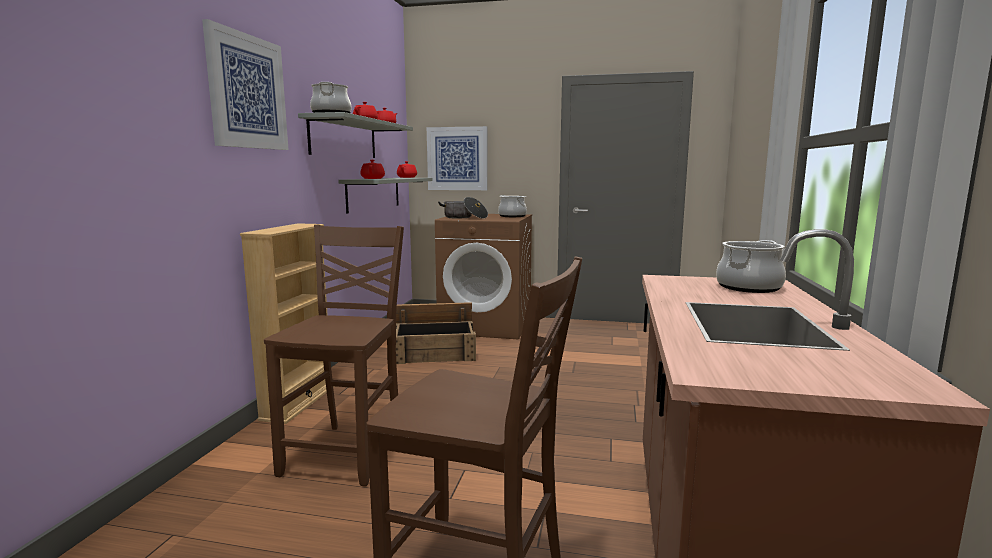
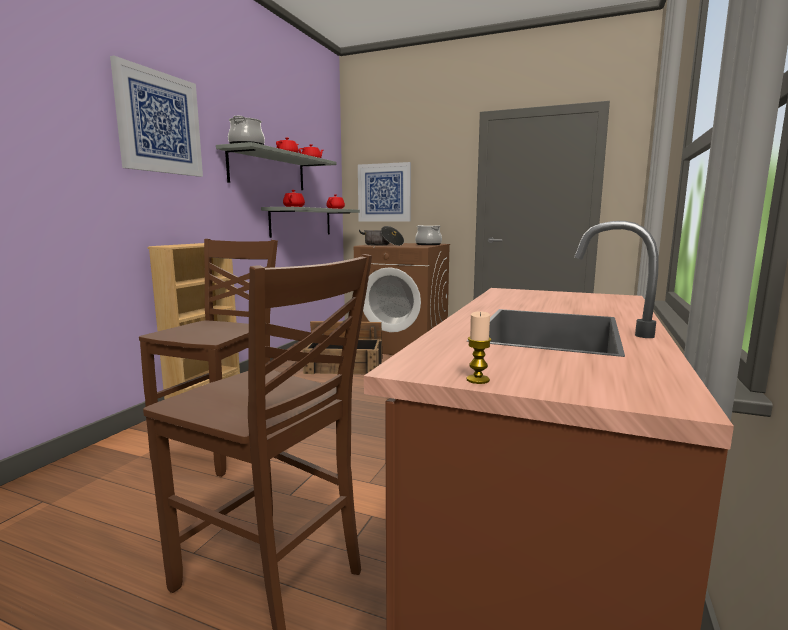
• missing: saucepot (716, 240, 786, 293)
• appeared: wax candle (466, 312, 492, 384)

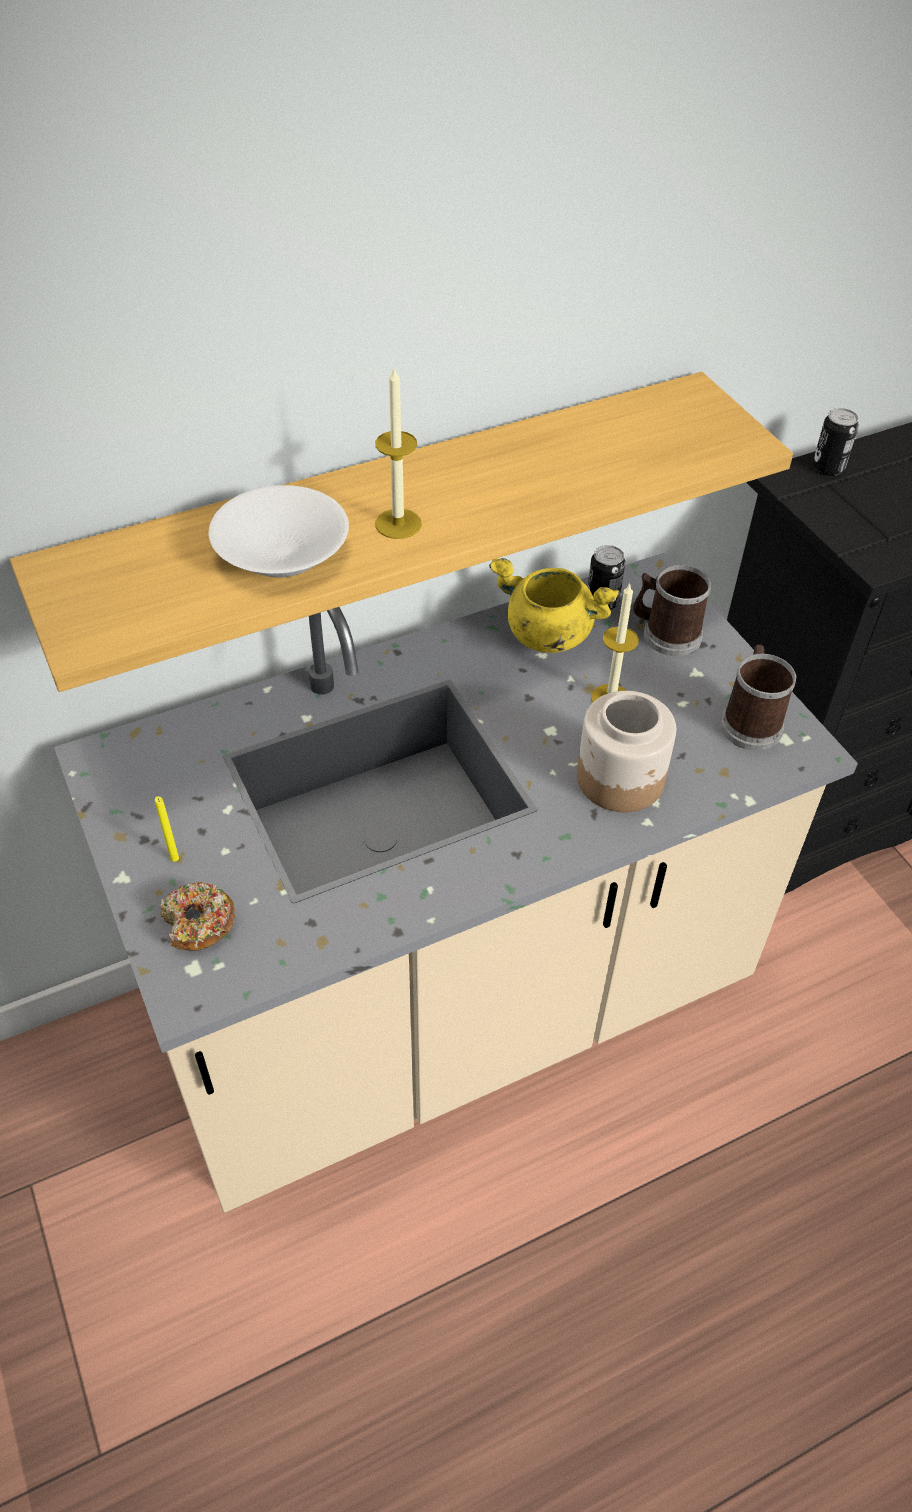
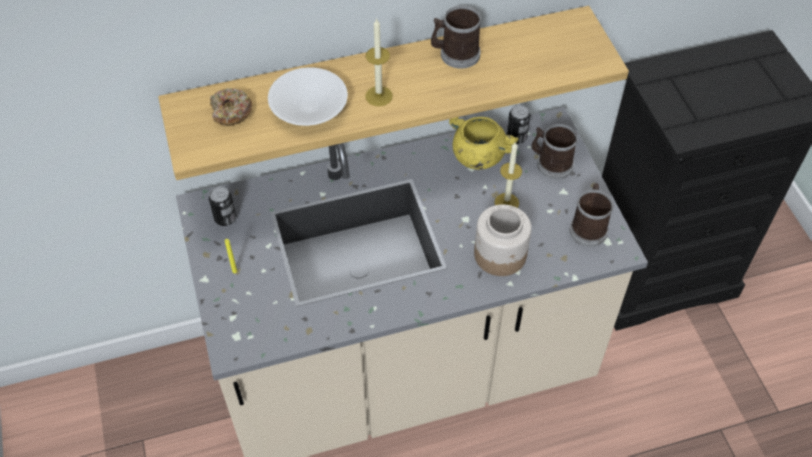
• relocated: donut (160, 882, 235, 951) to (210, 88, 252, 126)
• relocated: sealed can (813, 408, 859, 476) to (209, 186, 236, 226)
• appeared: tea mug (431, 5, 482, 69)

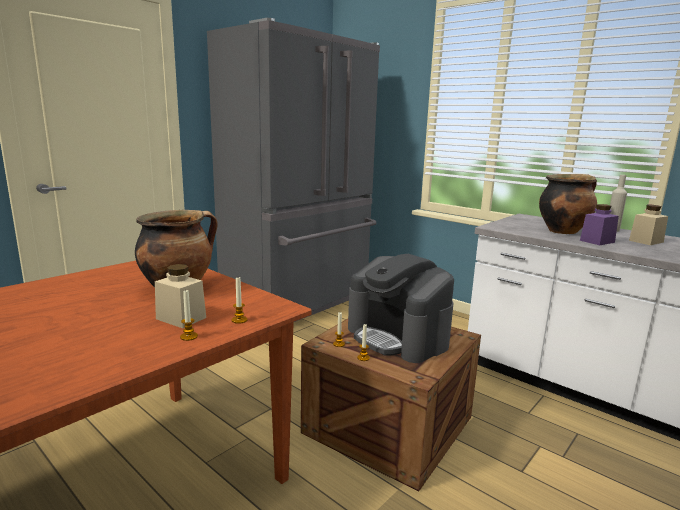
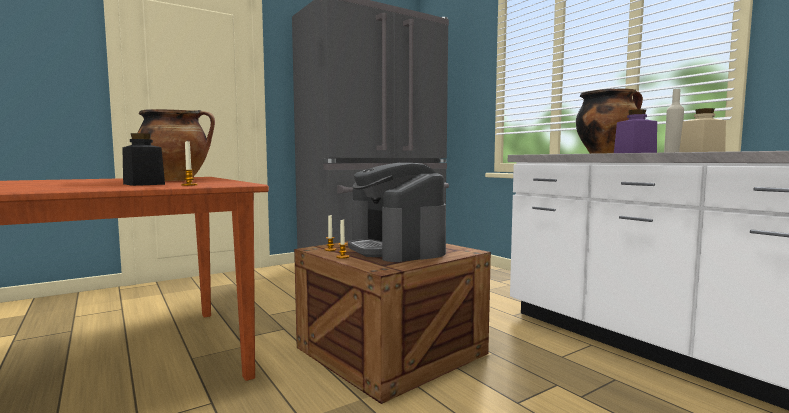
• colour: preserve jar in sand-coloured (155, 264, 206, 328) to preserve jar in blackish (122, 133, 165, 186)
• missing: wax candle (180, 290, 198, 341)

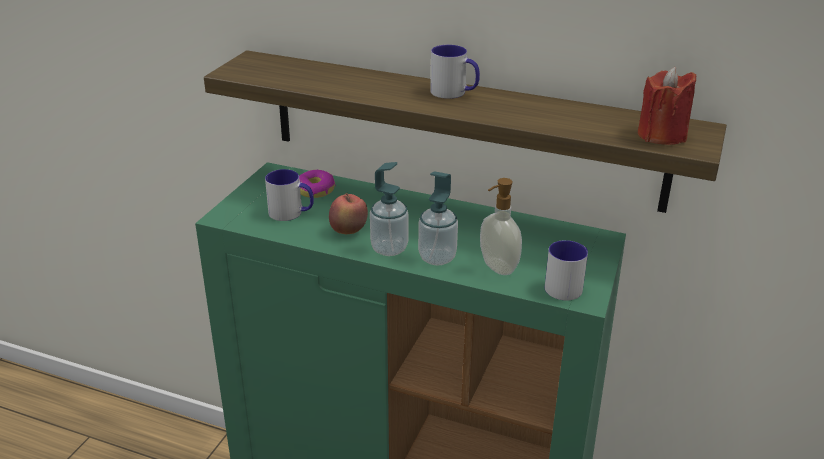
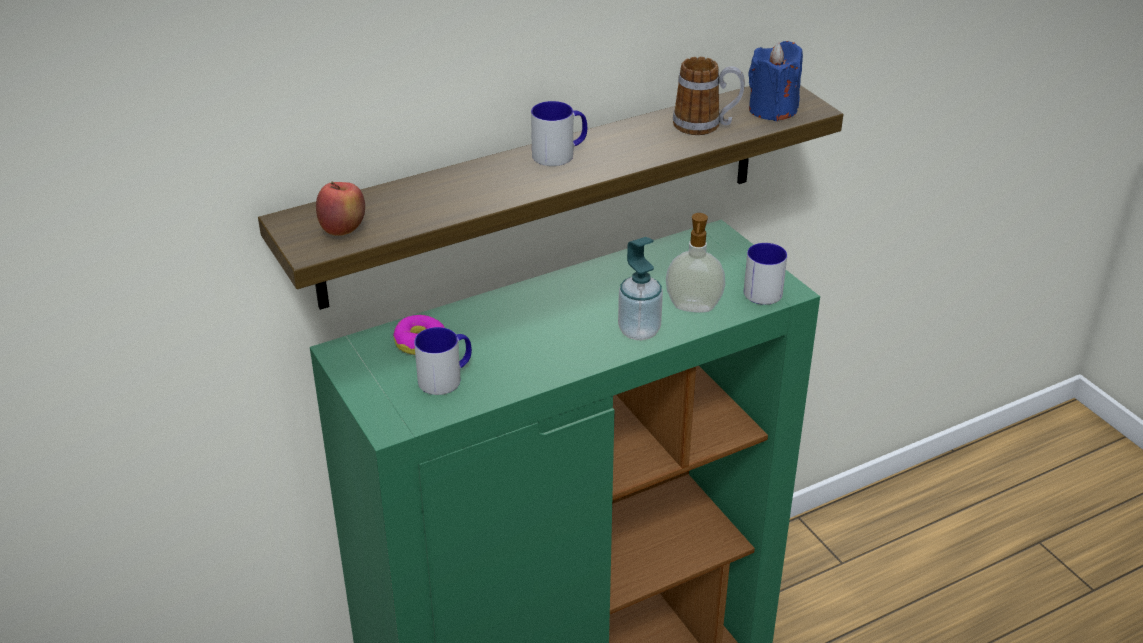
• relocated: whole apple (329, 193, 368, 234) to (316, 181, 365, 236)
• missing: soap bottle (370, 162, 409, 256)
• colour: wax candle in red (638, 67, 697, 145) to wax candle in blue (748, 41, 803, 121)
• appeared: tea mug (673, 57, 745, 135)

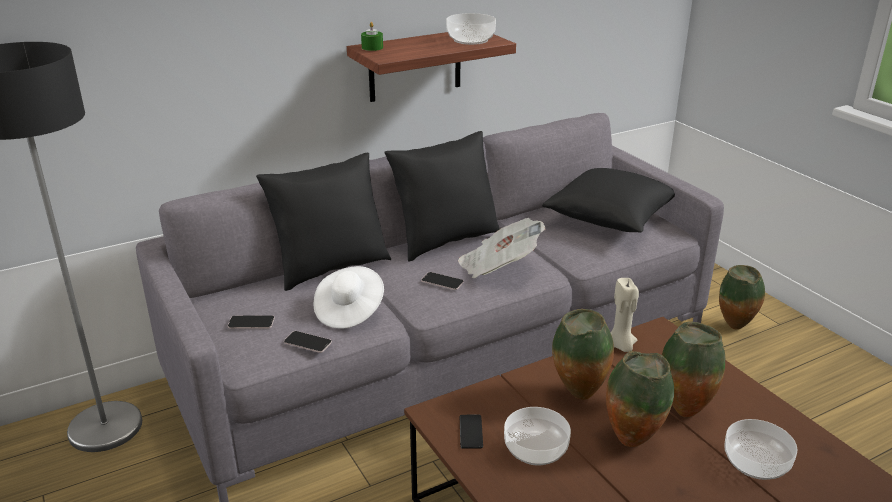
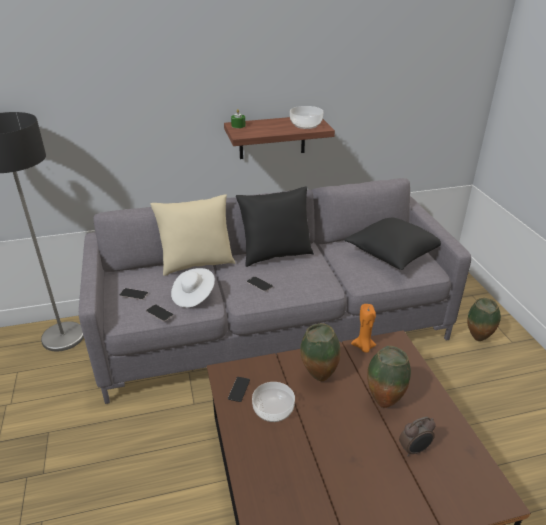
• colour: cushion in blackish (256, 153, 391, 291) to cushion in sand-coloured (150, 194, 236, 276)
• missing: daily paper (458, 218, 545, 278)
• missing: flower vase (606, 351, 674, 447)
• colour: wax candle in sand-coloured (610, 278, 639, 352) to wax candle in orange-coloured (351, 304, 376, 353)
• exchanged: serving bowl (724, 419, 798, 480) to bedside clock (399, 417, 436, 456)

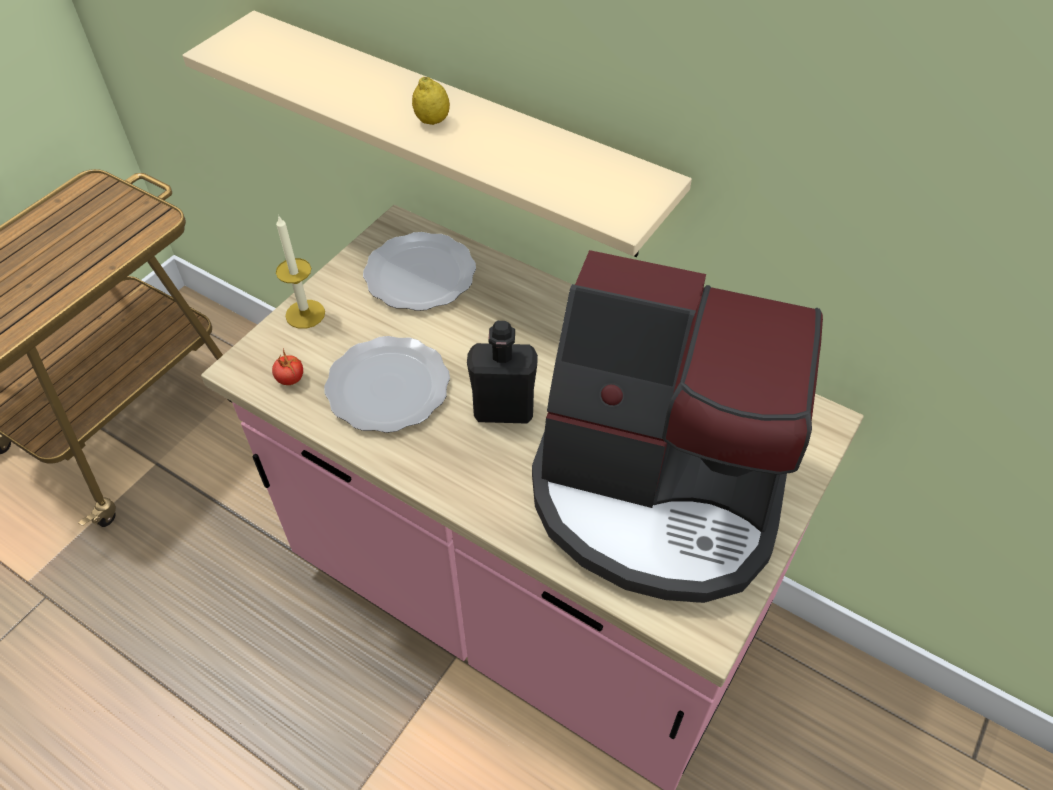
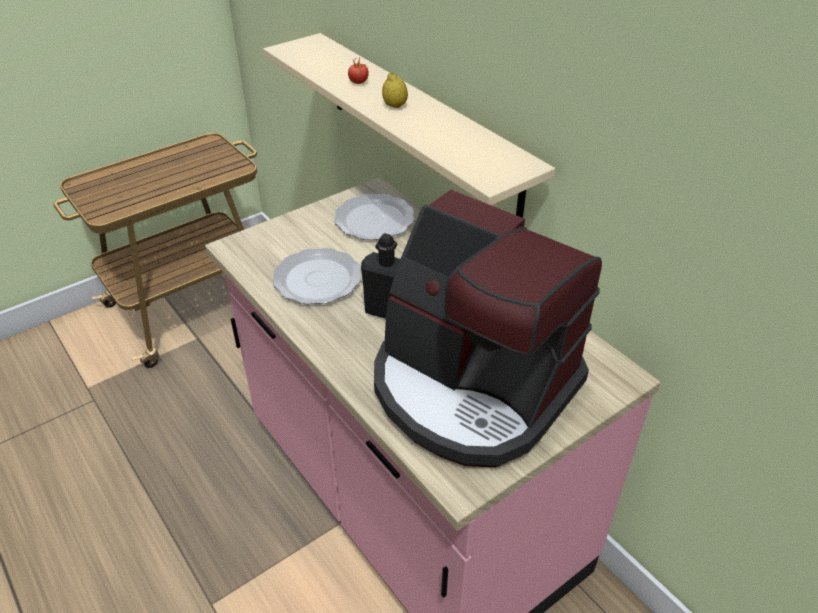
• relocated: fresh tomato (272, 349, 303, 385) to (348, 58, 369, 84)
• missing: wax candle (276, 215, 325, 329)

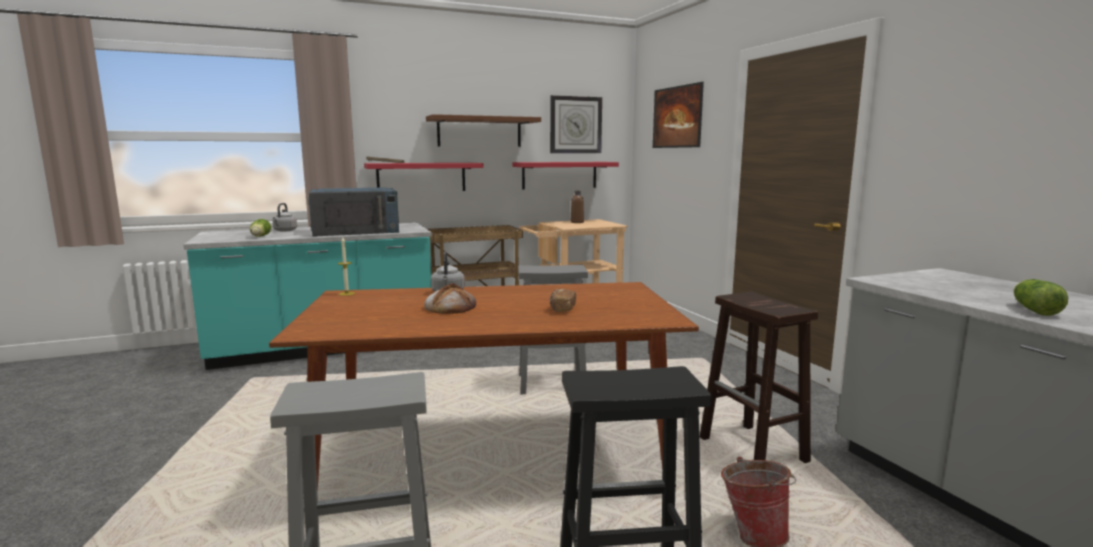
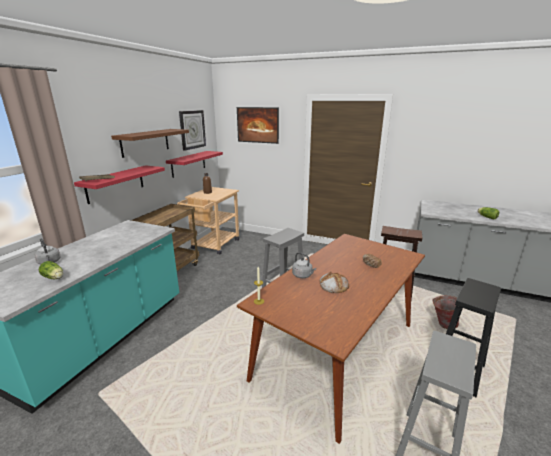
• missing: microwave in blue (309, 187, 399, 237)

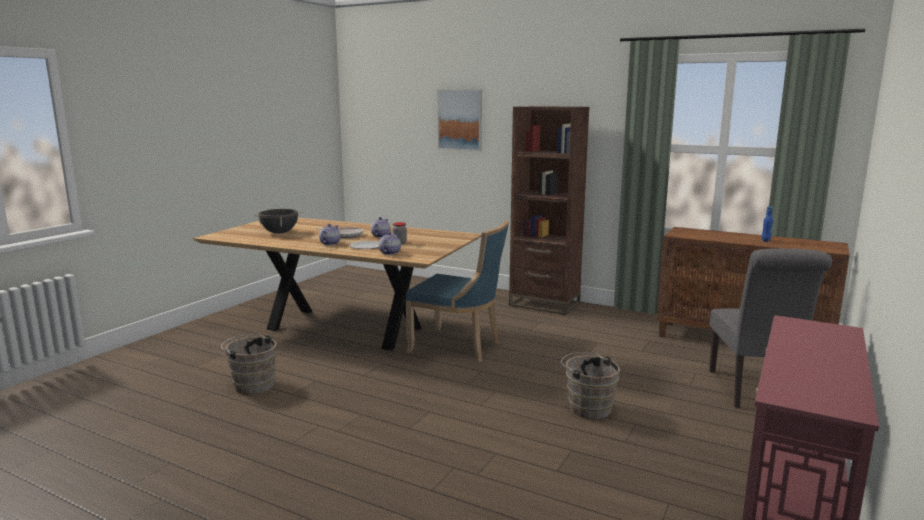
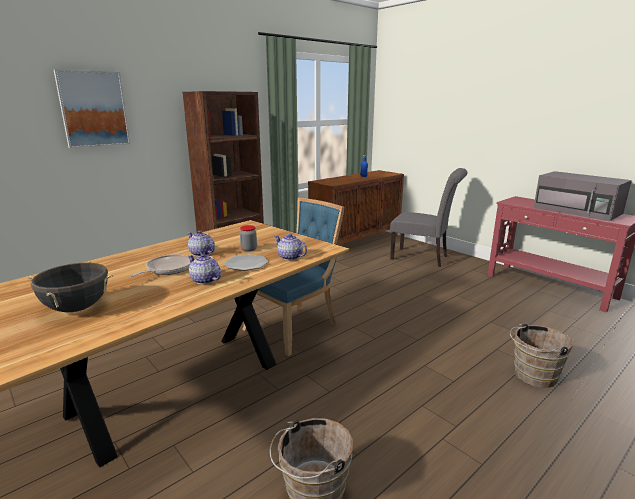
• relocated: pail in brown-coloured (561, 352, 620, 419) to (510, 323, 573, 388)
• appeared: microwave in gray (533, 171, 632, 221)

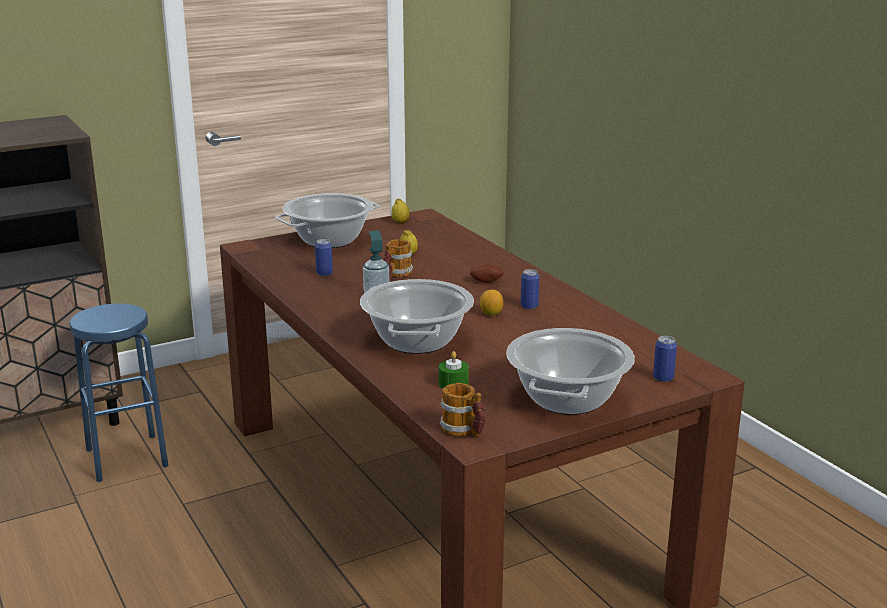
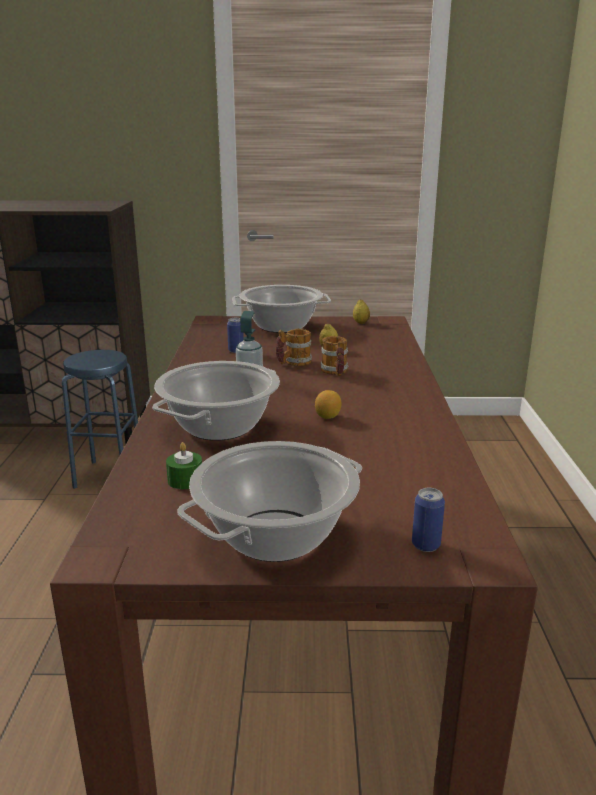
• relocated: tea mug (440, 383, 485, 437) to (320, 336, 349, 376)
• missing: potato (470, 265, 504, 283)
• missing: sealed can (521, 269, 539, 309)

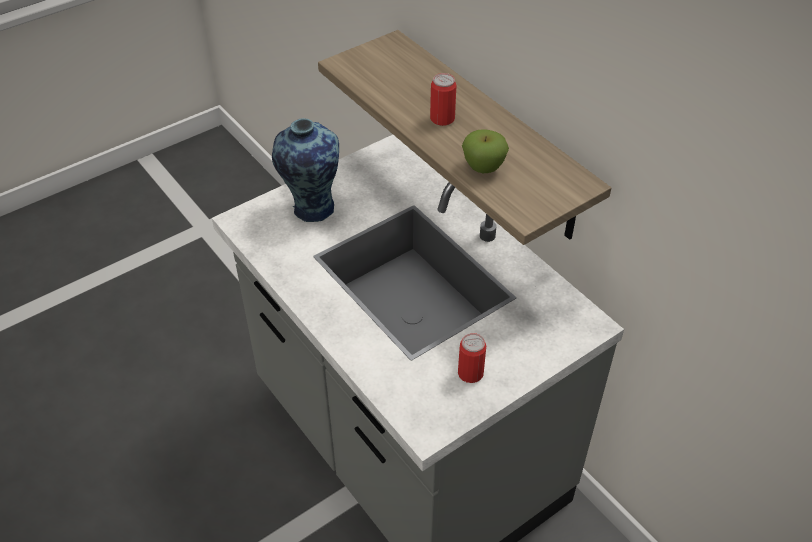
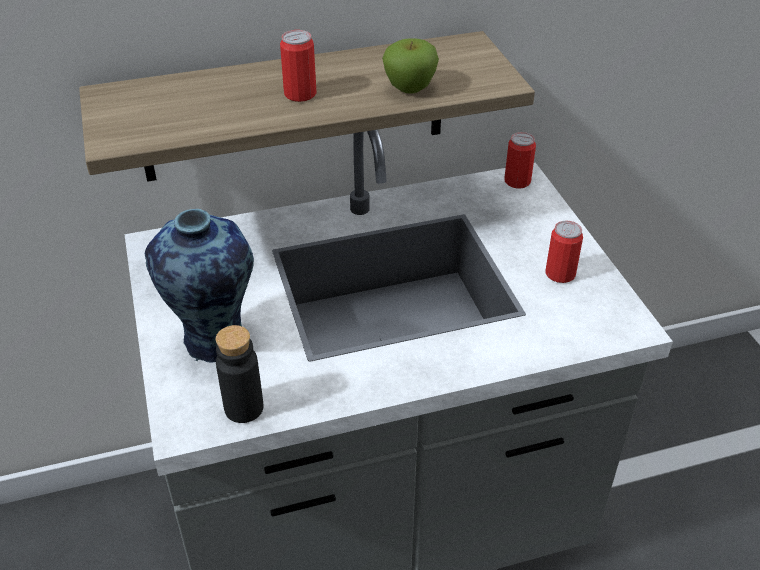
• appeared: drink bottle in blackish (216, 325, 263, 423)
• appeared: sealed can (504, 132, 536, 189)

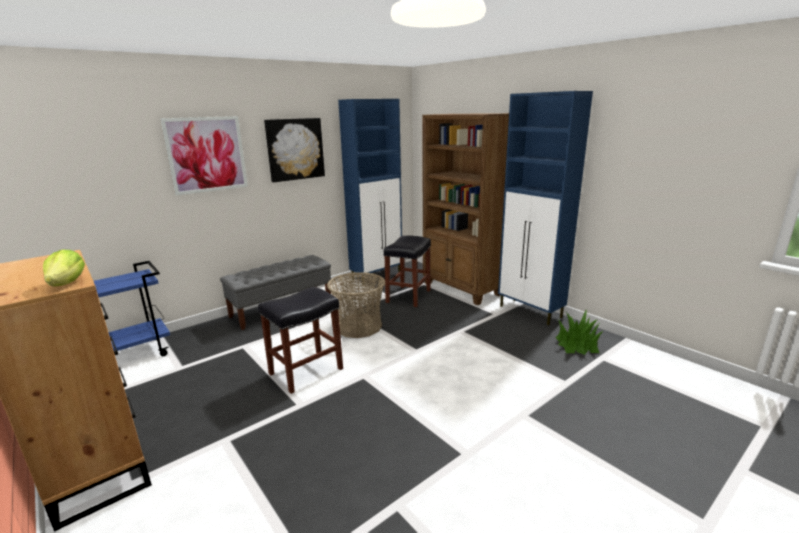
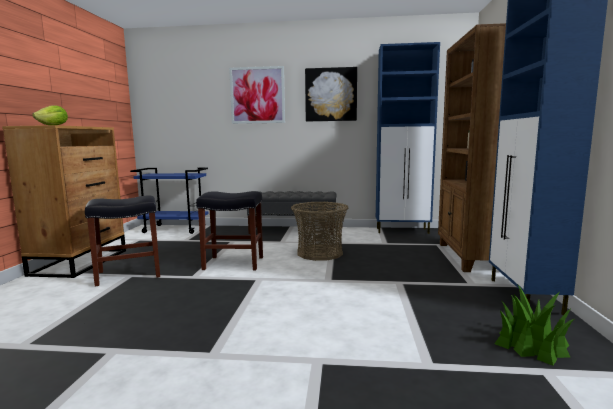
• relocated: sitting stool in blackish (384, 235, 431, 307) to (85, 195, 160, 286)

